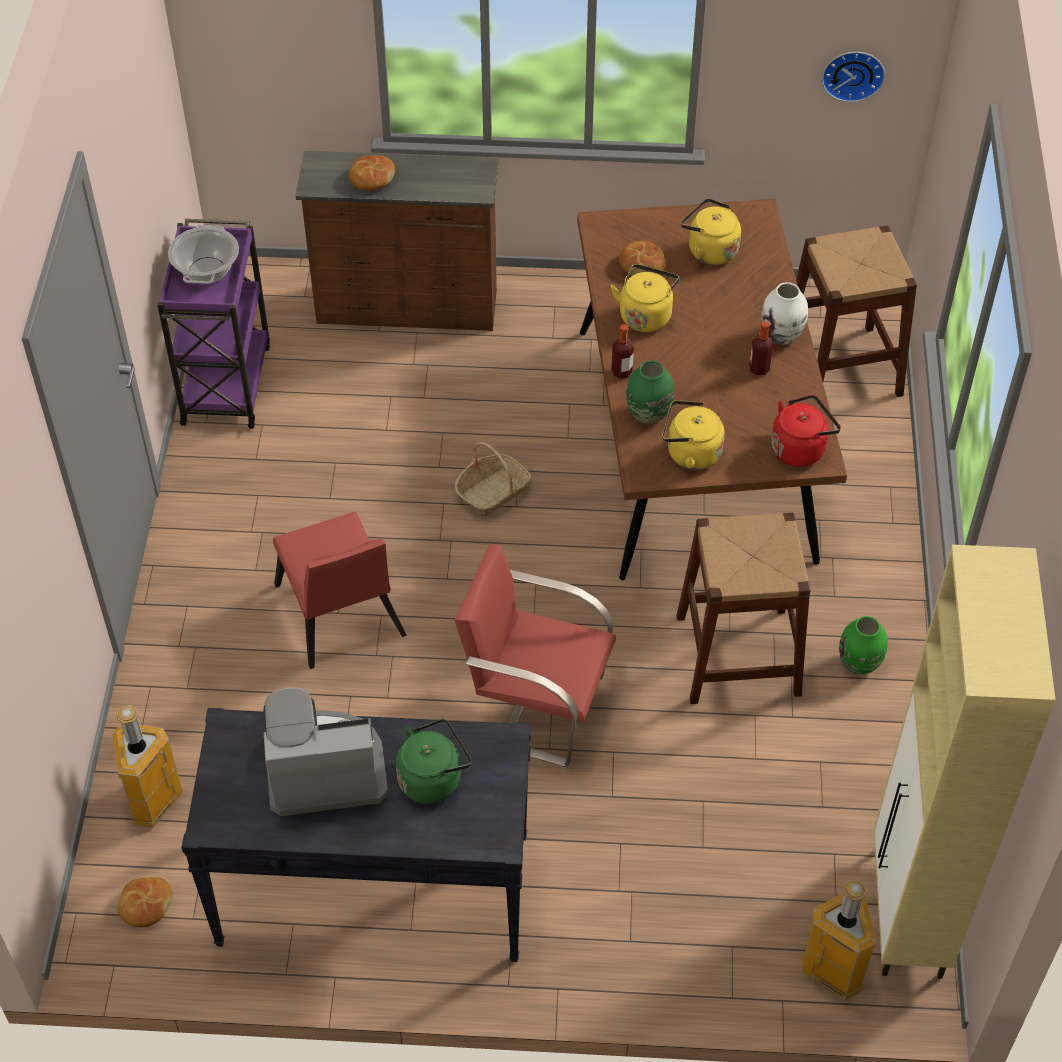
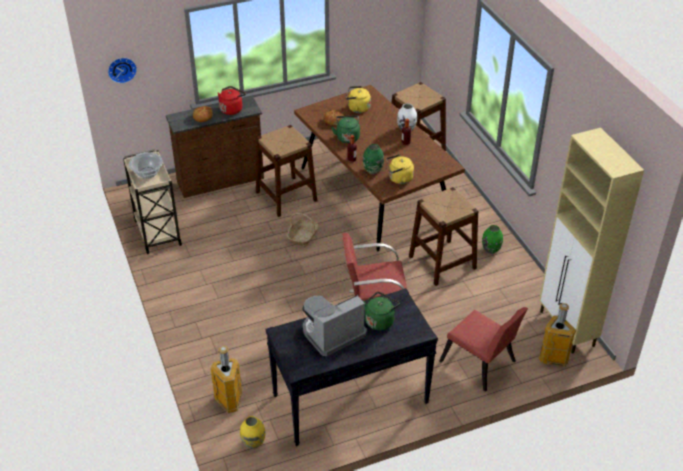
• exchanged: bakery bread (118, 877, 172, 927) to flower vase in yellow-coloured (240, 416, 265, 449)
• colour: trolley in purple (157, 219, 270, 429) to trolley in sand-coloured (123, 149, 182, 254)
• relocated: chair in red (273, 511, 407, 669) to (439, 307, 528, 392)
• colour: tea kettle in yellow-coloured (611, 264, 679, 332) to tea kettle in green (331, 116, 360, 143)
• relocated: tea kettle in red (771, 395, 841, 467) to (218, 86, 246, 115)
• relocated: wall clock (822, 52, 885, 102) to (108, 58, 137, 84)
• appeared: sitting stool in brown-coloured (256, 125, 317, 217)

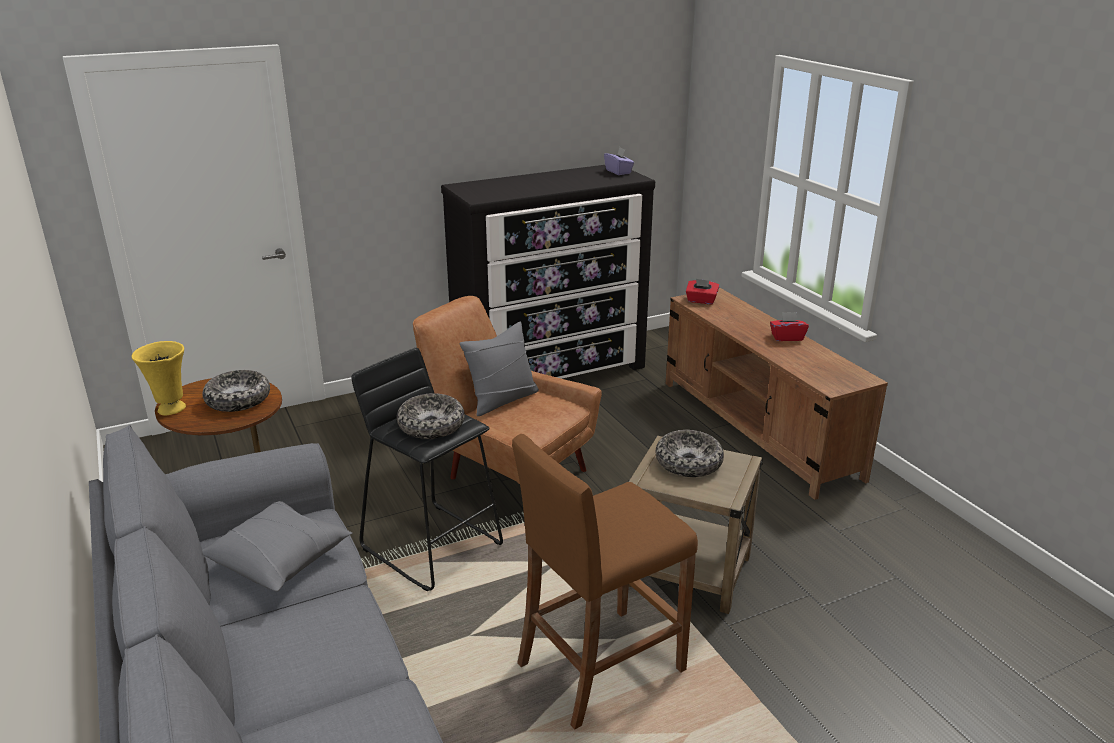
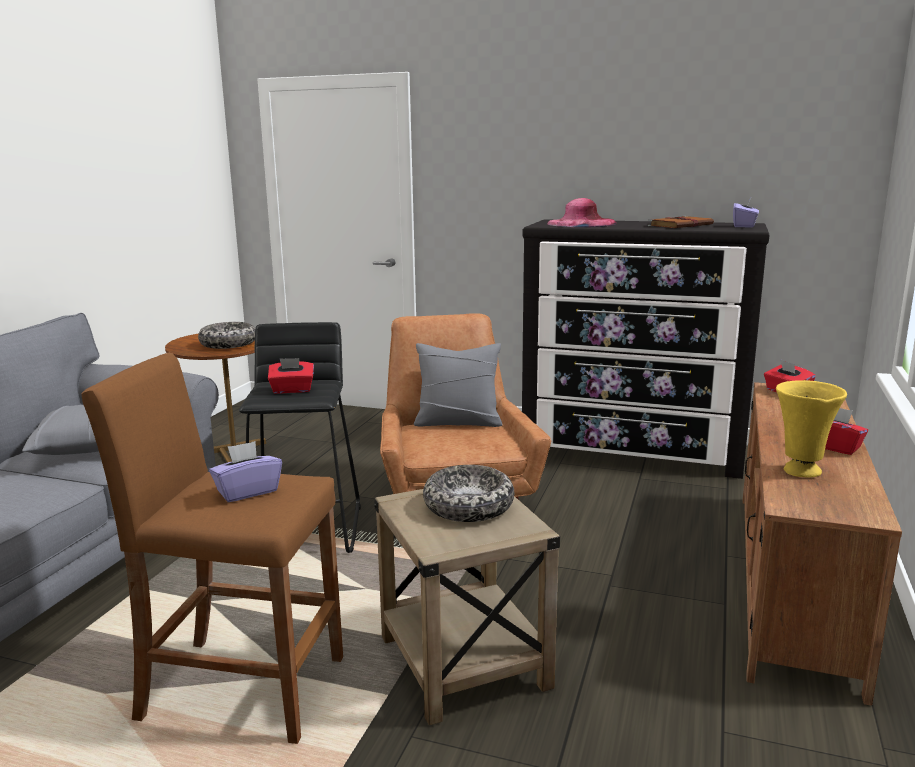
• relocated: flower vase in yellow-coloured (131, 341, 186, 415) to (776, 380, 847, 478)
• exchanged: serving bowl (397, 393, 465, 439) to tissue box in red (268, 358, 314, 394)
• appeared: tissue box in purple (209, 441, 282, 502)
• appeared: hat in pinkish (547, 198, 617, 227)
• appeared: volume in brown-coloured (648, 216, 714, 228)

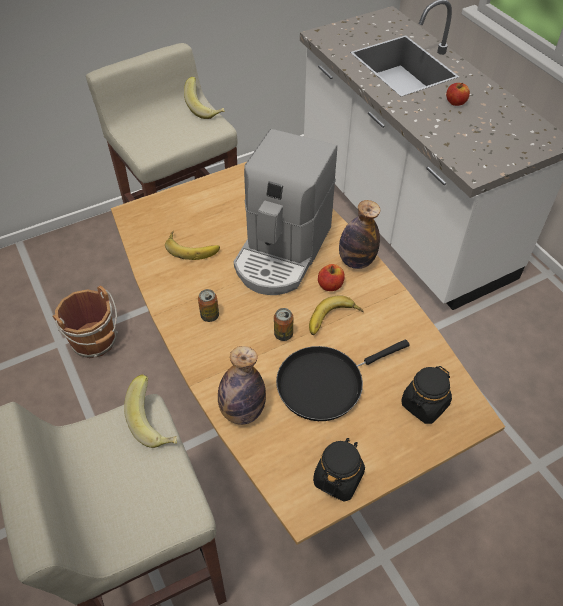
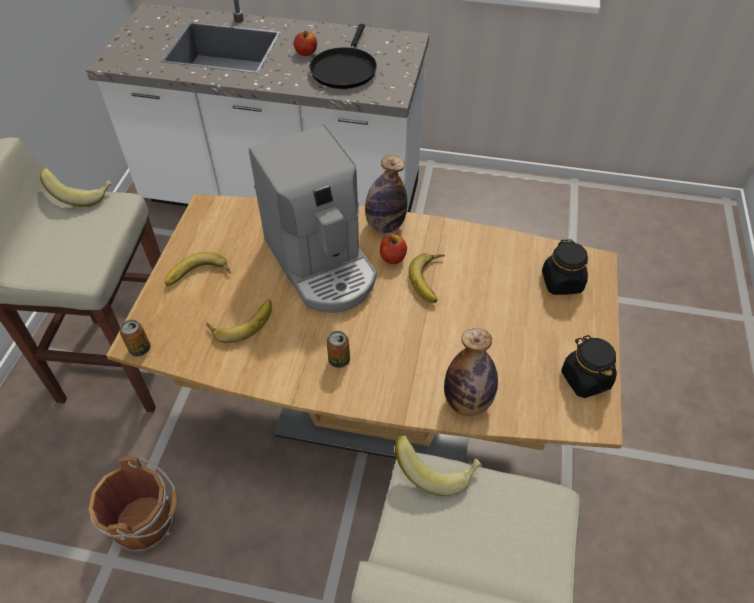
• relocated: sealed can (274, 308, 293, 341) to (120, 320, 150, 356)
• relocated: pan in blackish (276, 339, 410, 421) to (310, 24, 377, 89)
• appeared: banana fruit (165, 252, 231, 286)

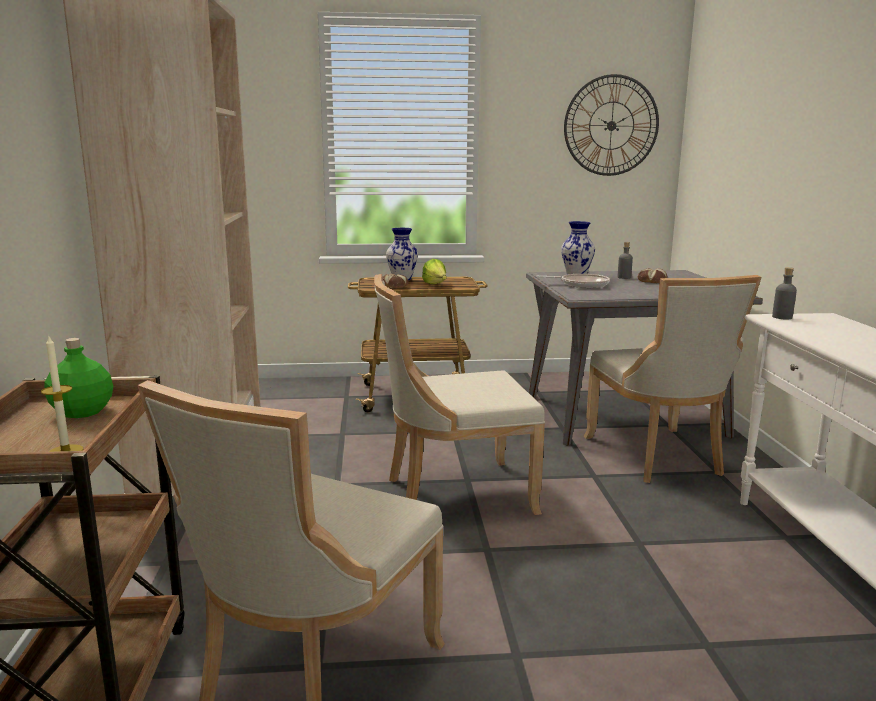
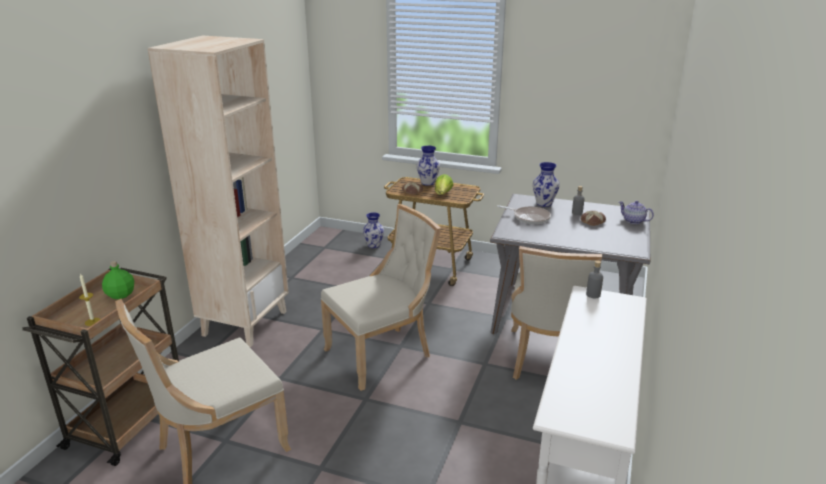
• spun: chair in sand-coloured (374, 274, 545, 515) = (321, 204, 441, 391) 135 degrees clockwise
• missing: wall clock (564, 74, 659, 176)
• appeared: flower vase (363, 212, 384, 248)
• appeared: pot for tea (619, 201, 654, 224)

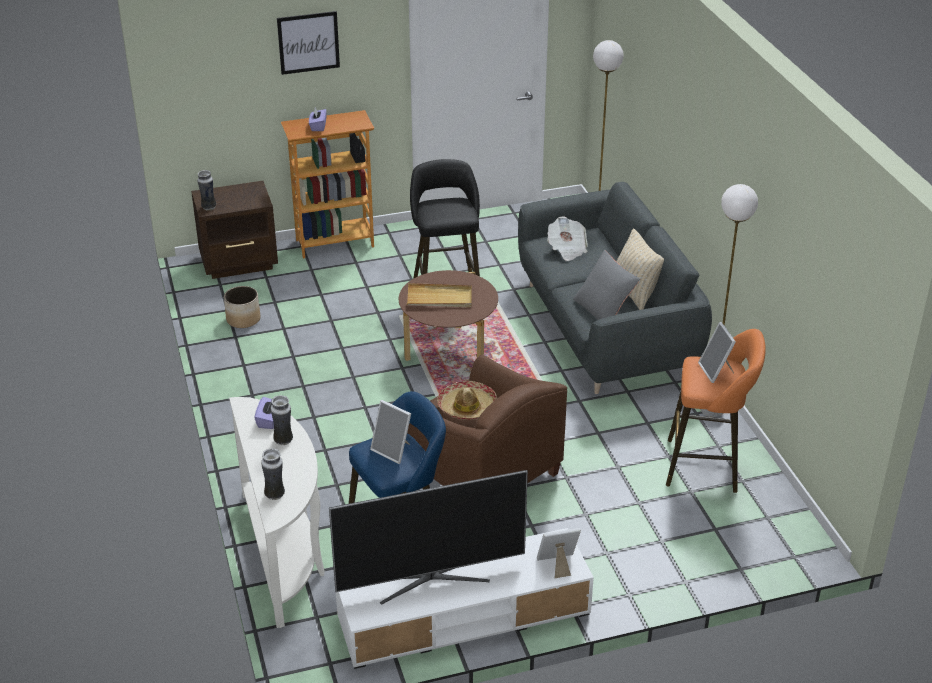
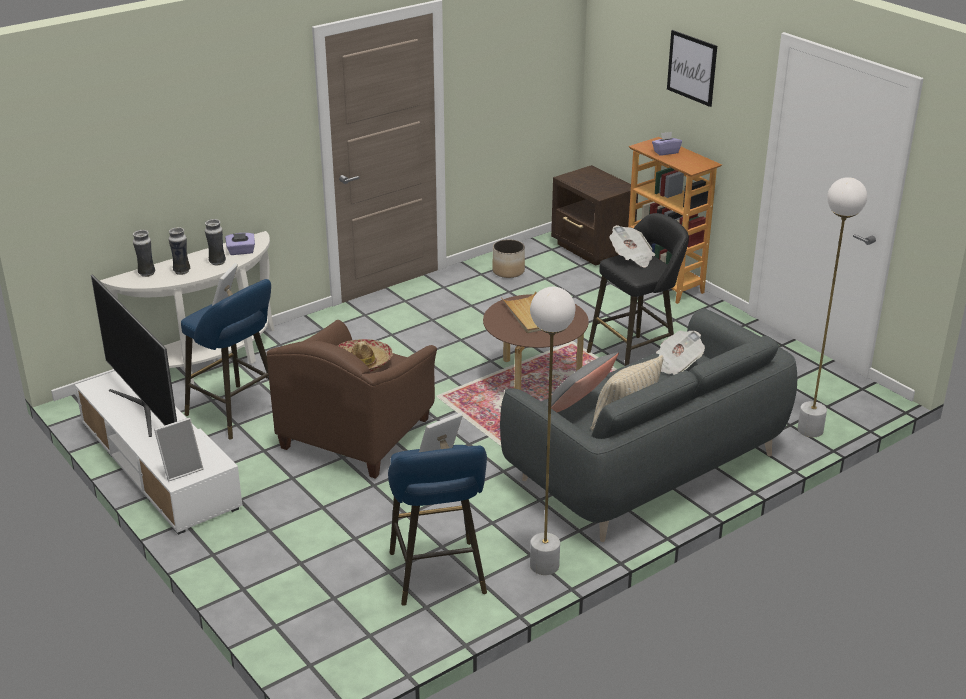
• relocated: flower vase (197, 170, 216, 211) to (169, 227, 190, 275)
• spun: picture frame (537, 528, 581, 578) = (154, 418, 203, 481) 90 degrees clockwise
• colour: sitting stool in orange-coloured (666, 329, 766, 493) to sitting stool in blue (388, 445, 487, 606)
• appeared: daily paper (609, 225, 655, 268)

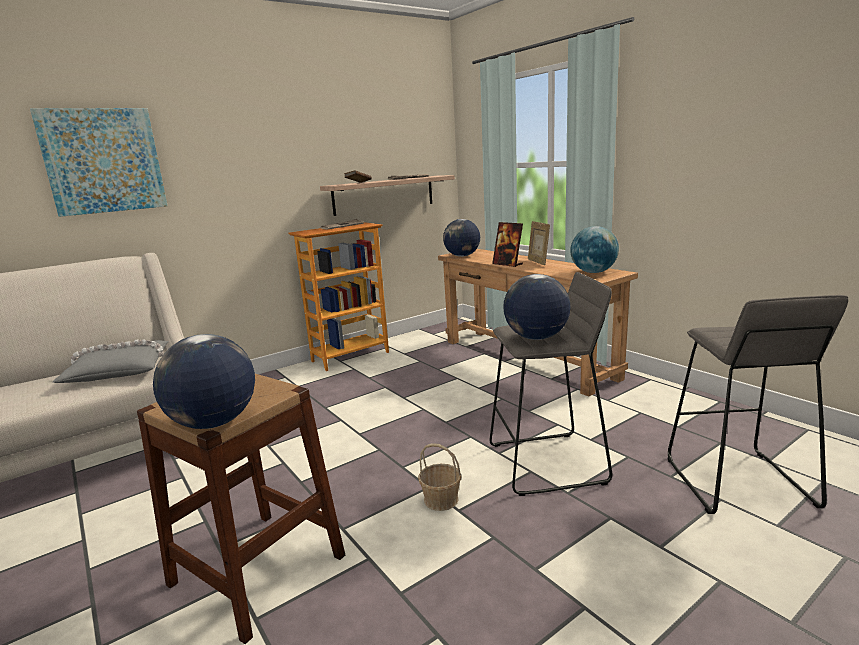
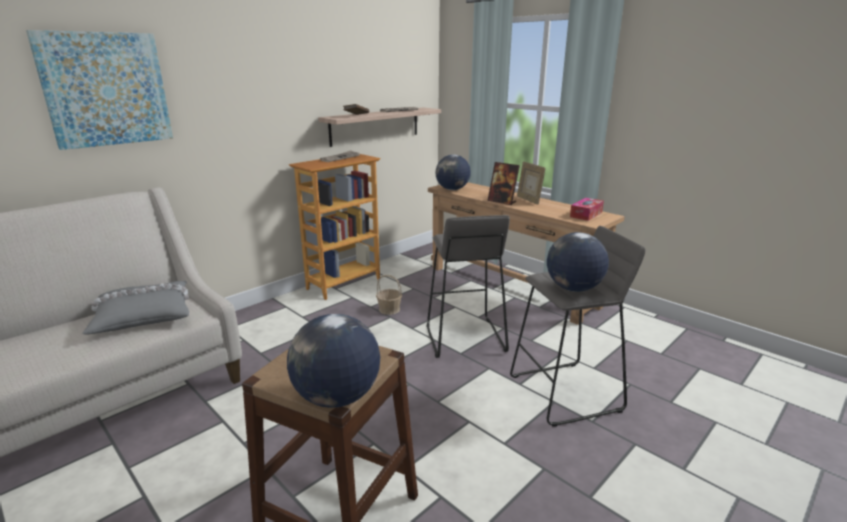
• relocated: basket (418, 443, 462, 511) to (376, 275, 402, 315)
• exchanged: world globe (570, 226, 619, 273) to tissue box (570, 198, 604, 221)
• relocated: sitting stool in gray (668, 295, 848, 514) to (427, 215, 510, 358)

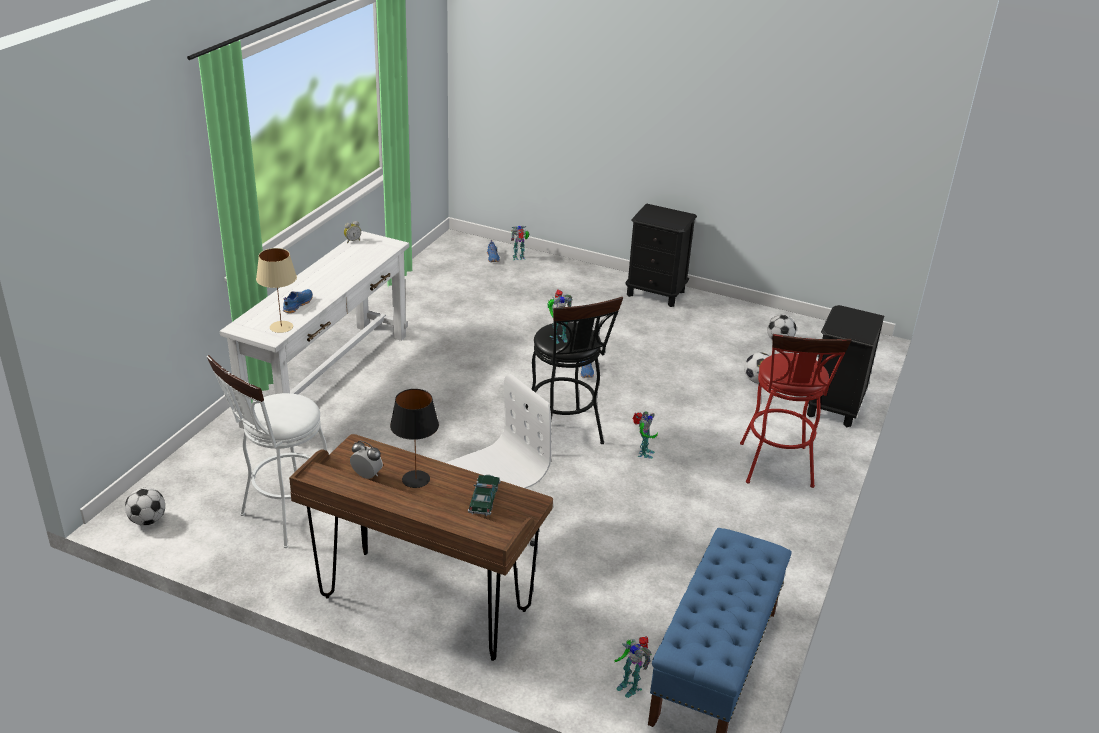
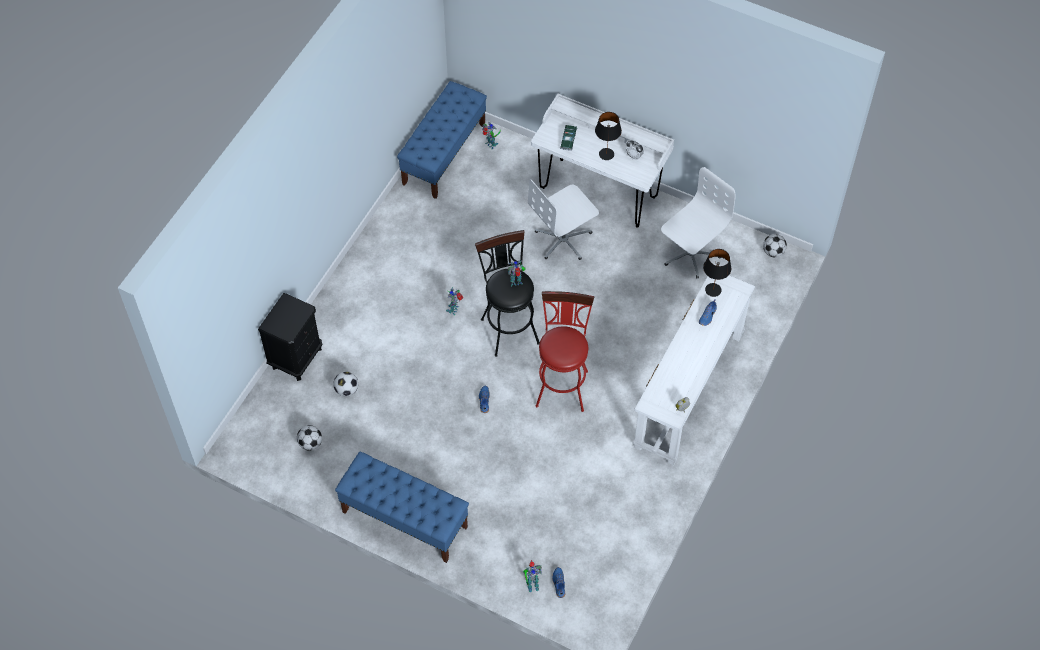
• exchanged: sitting stool in whitish (207, 355, 327, 548) to office chair in whitish (661, 167, 736, 278)
• colour: tabletop lamp in sand-coloured (256, 248, 297, 333) to tabletop lamp in blackish (703, 249, 731, 297)
• colour: desk in brown-coloured (289, 434, 553, 661) to desk in whitish (531, 94, 674, 228)
• exchanged: night table in blackish (625, 203, 697, 307) to bench in blue (335, 452, 469, 563)
• relocated: sitting stool in red (740, 334, 852, 488) to (536, 291, 594, 412)

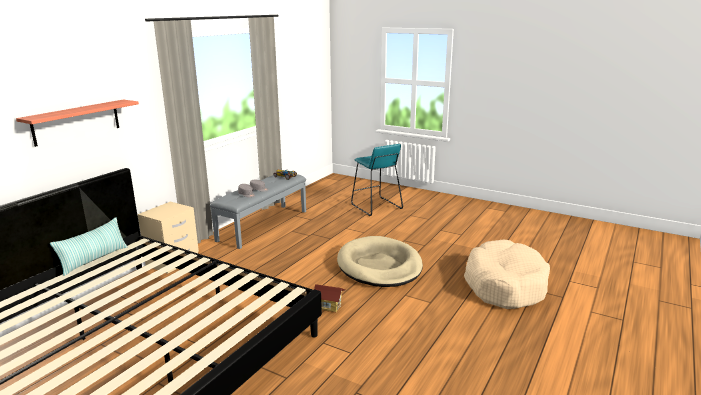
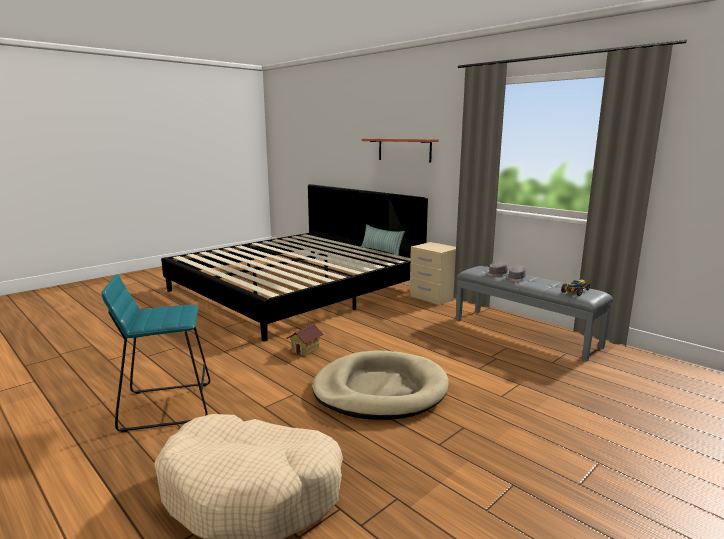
• relocated: sitting stool in turquoise (351, 144, 403, 216) to (101, 274, 210, 433)

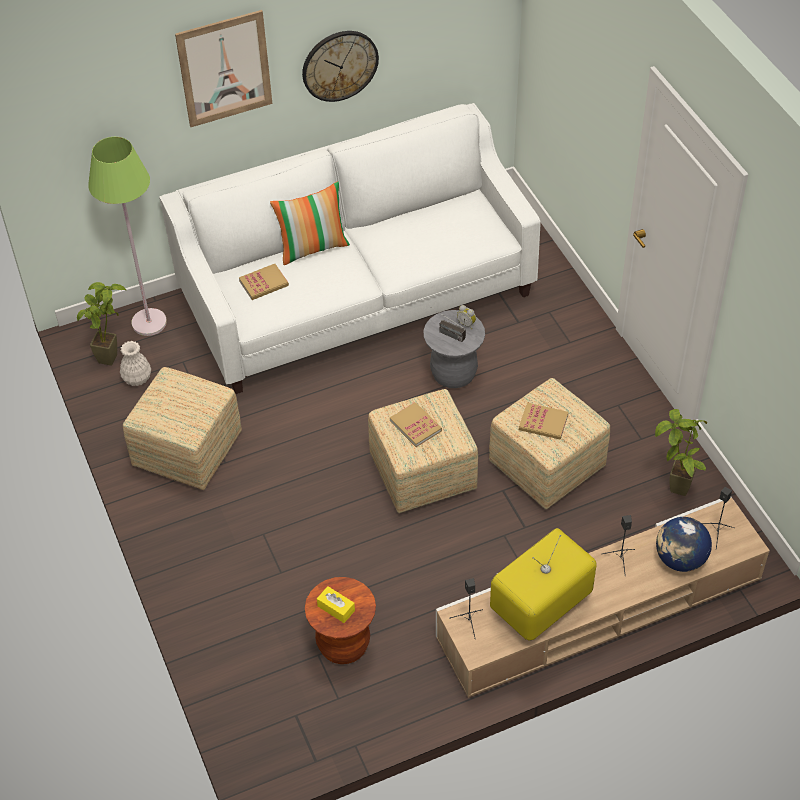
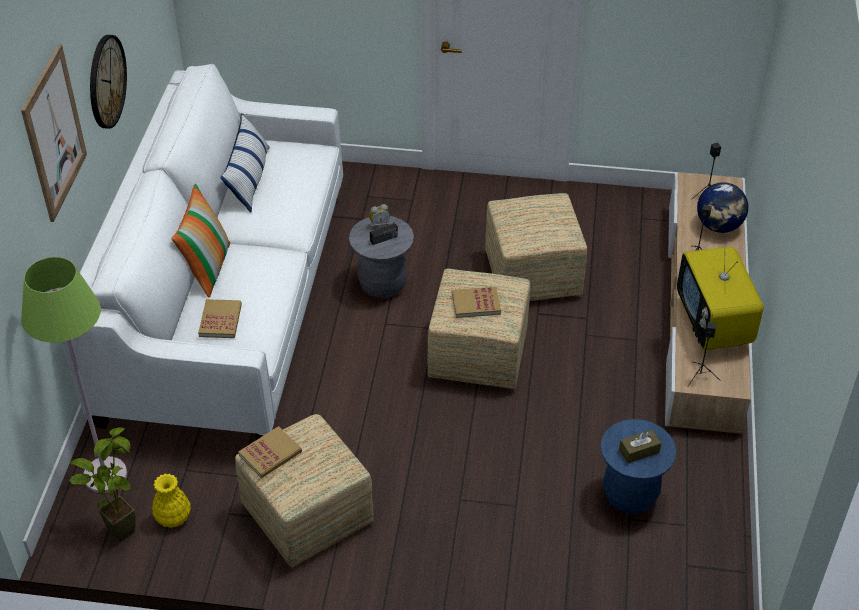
• colour: flower vase in whitish (120, 341, 151, 386) to flower vase in yellow-coloured (152, 473, 191, 528)
• colour: sitting stool in brown-coloured (305, 577, 376, 664) to sitting stool in blue (600, 419, 676, 514)
• colour: tissue box in yellow-coloured (317, 586, 355, 623) to tissue box in brown-coloured (619, 430, 661, 463)
• relocated: volume (519, 403, 568, 440) to (238, 426, 302, 478)
• missing: potted plant (655, 409, 707, 496)
• appeared: cushion (220, 114, 270, 213)

